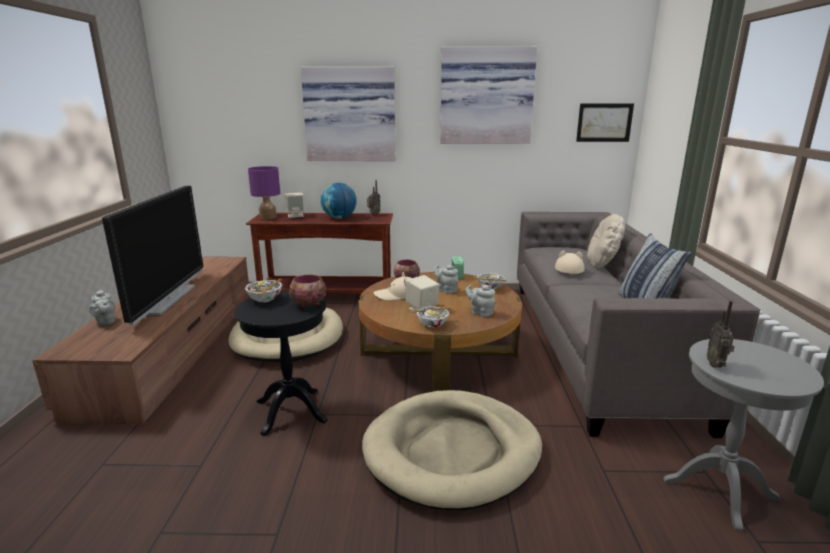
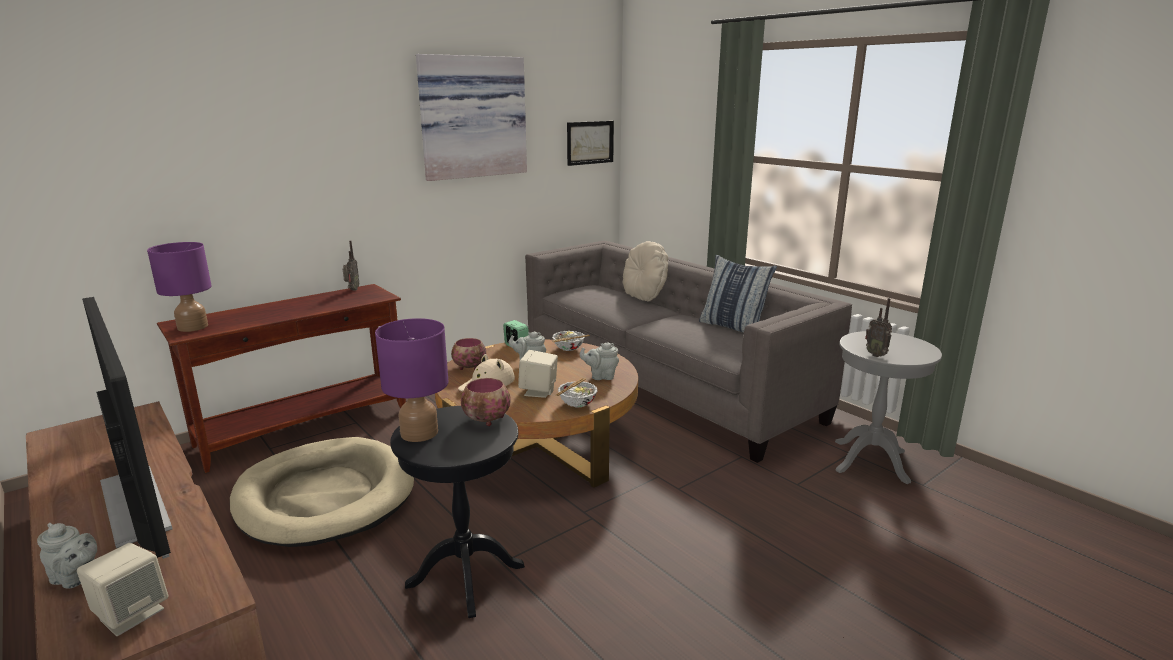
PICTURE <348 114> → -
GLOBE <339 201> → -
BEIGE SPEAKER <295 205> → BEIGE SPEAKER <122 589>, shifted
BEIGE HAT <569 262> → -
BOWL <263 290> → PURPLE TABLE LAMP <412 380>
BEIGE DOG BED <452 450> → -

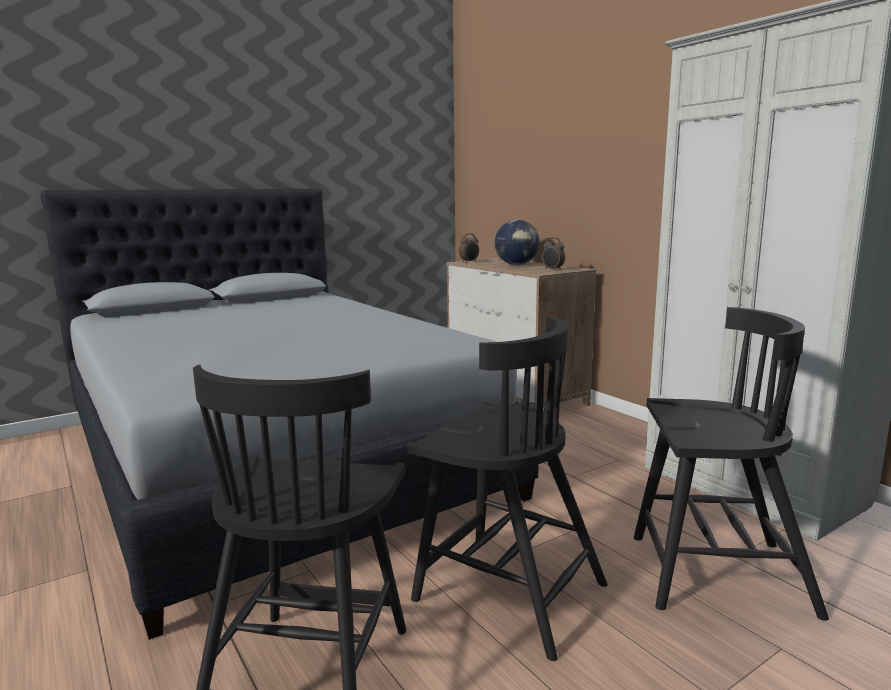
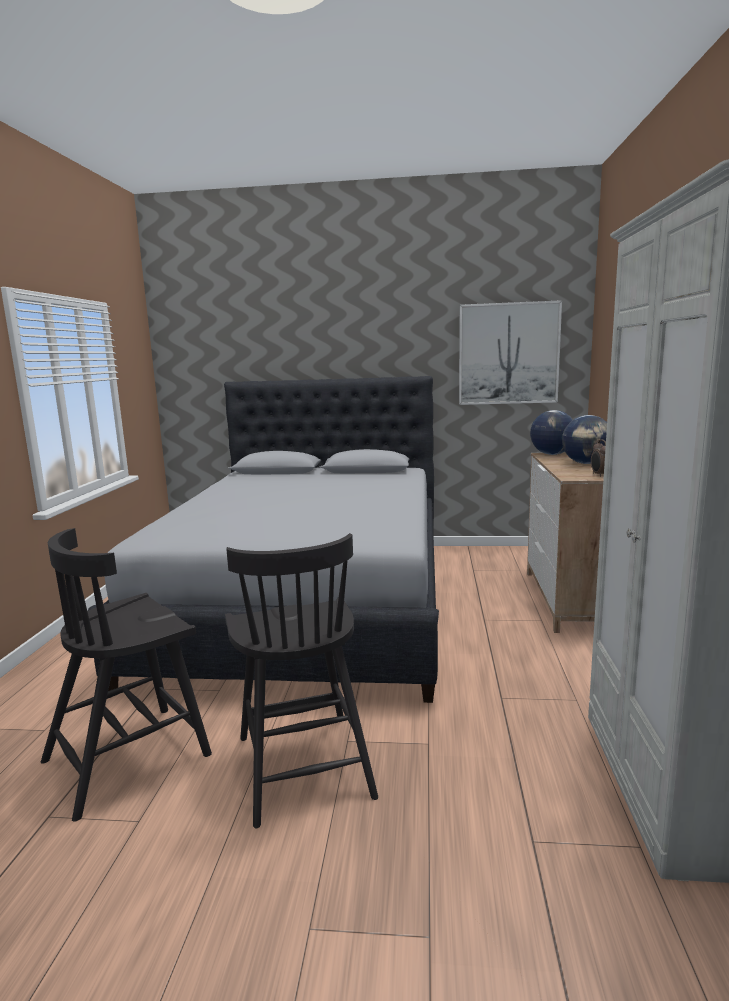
ALARM CLOCK <469 248> → GLOBE <551 432>
BLACK CHAIR <731 464> → -
- → PICTURE <510 352>

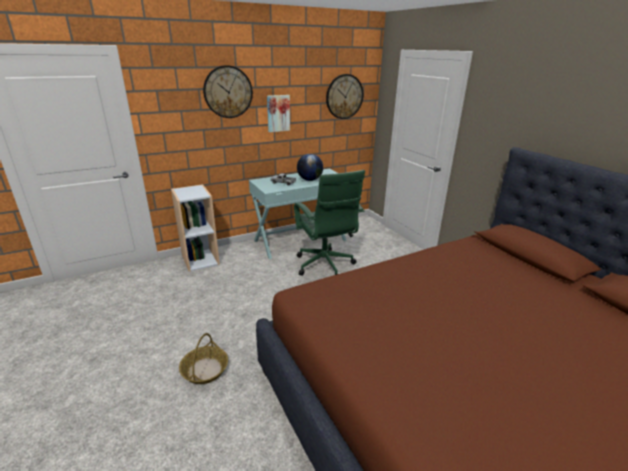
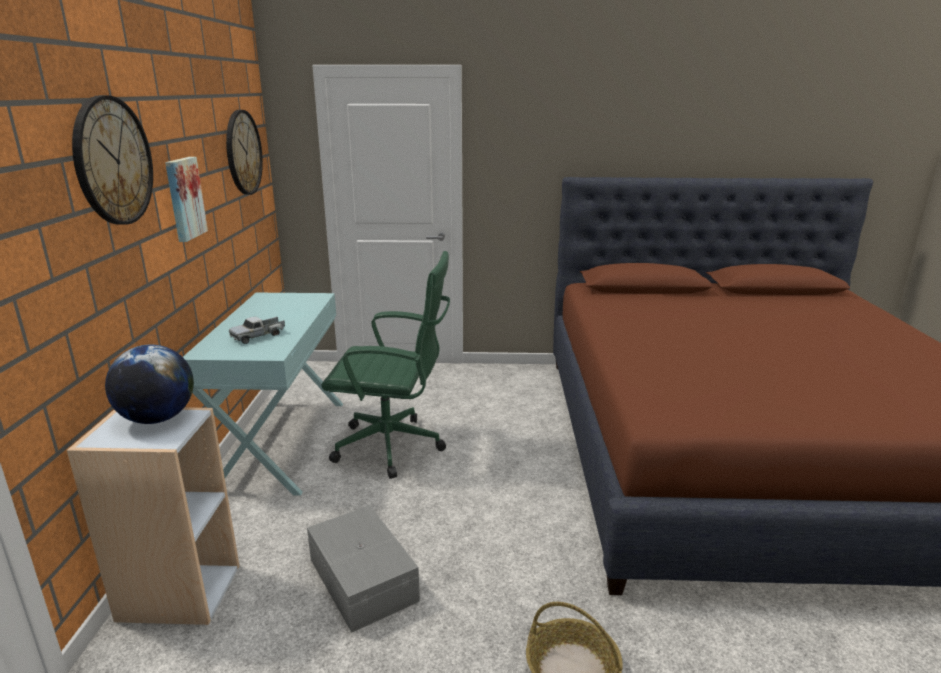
GLOBE <310 167> → GLOBE <149 384>, shifted
- → GREY STORAGE BOX <363 569>

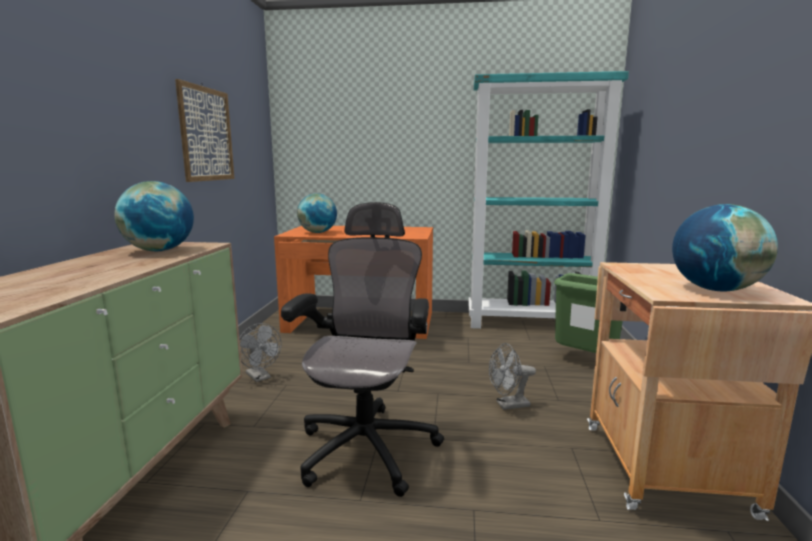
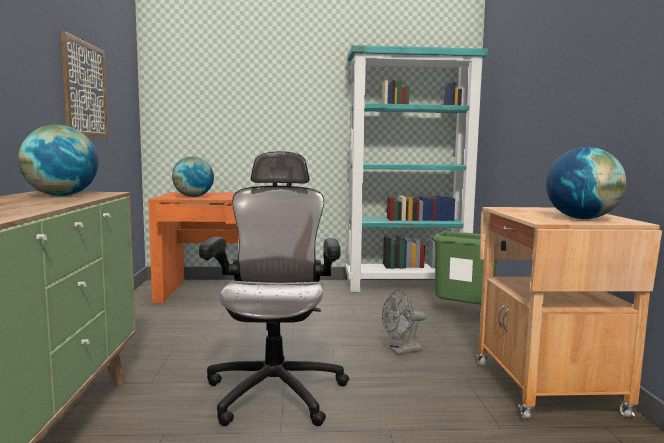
GREY FAN <260 352> → -

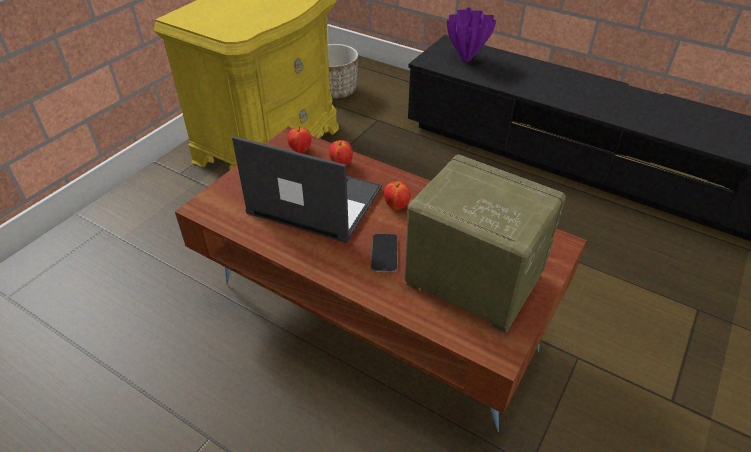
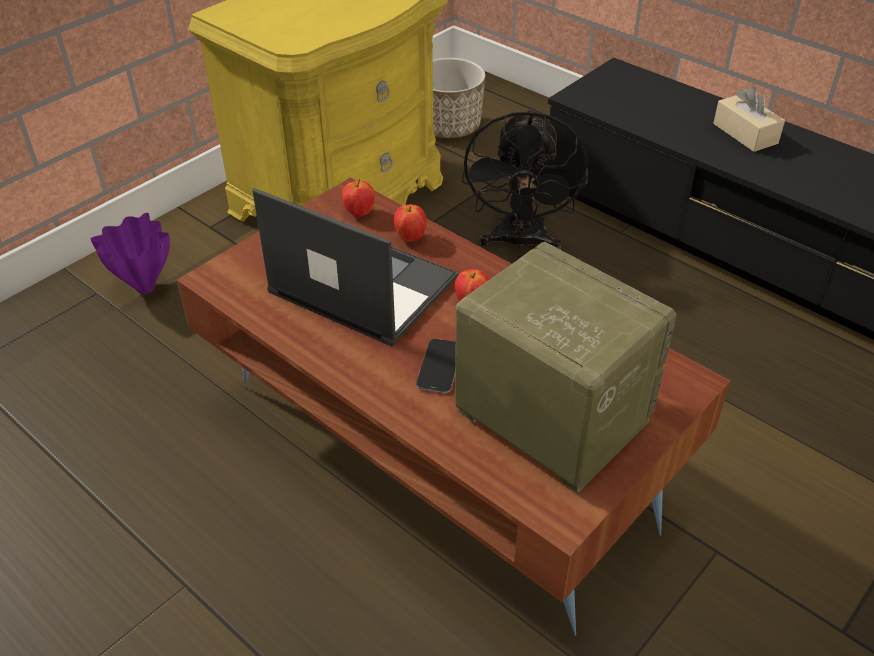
PURPLE VASE <471 34> → PURPLE VASE <130 253>, shifted
- → BEIGE TISSUE BOX <749 119>
- → BLACK FAN <525 180>

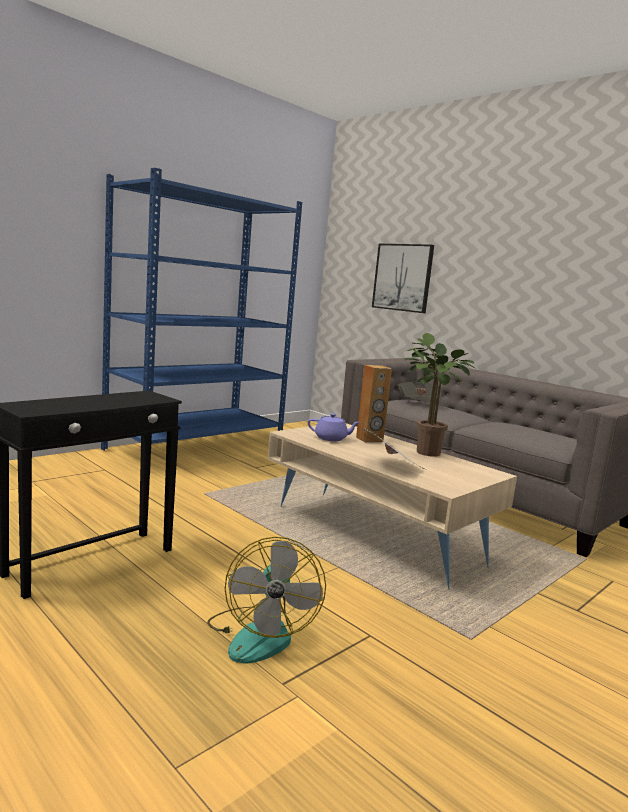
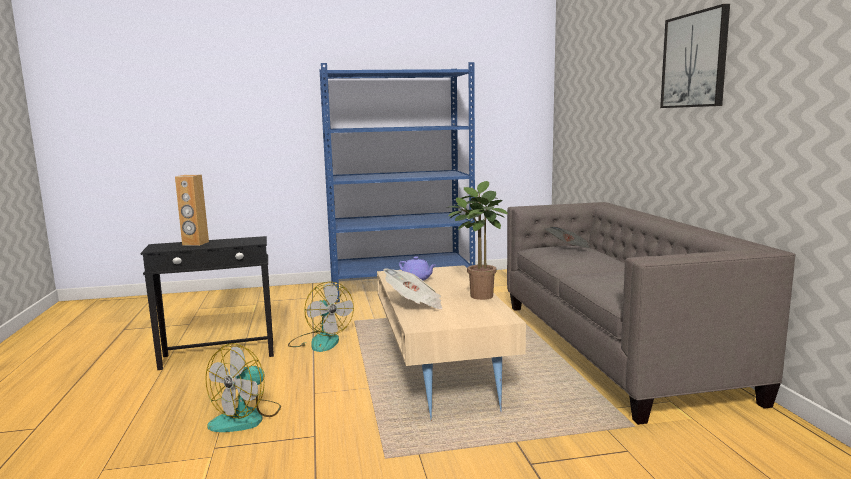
PICTURE <403 278> → PICTURE <695 56>, shifted
BROWN SPEAKER <374 404> → BROWN SPEAKER <192 210>, shifted
- → FAN <321 316>

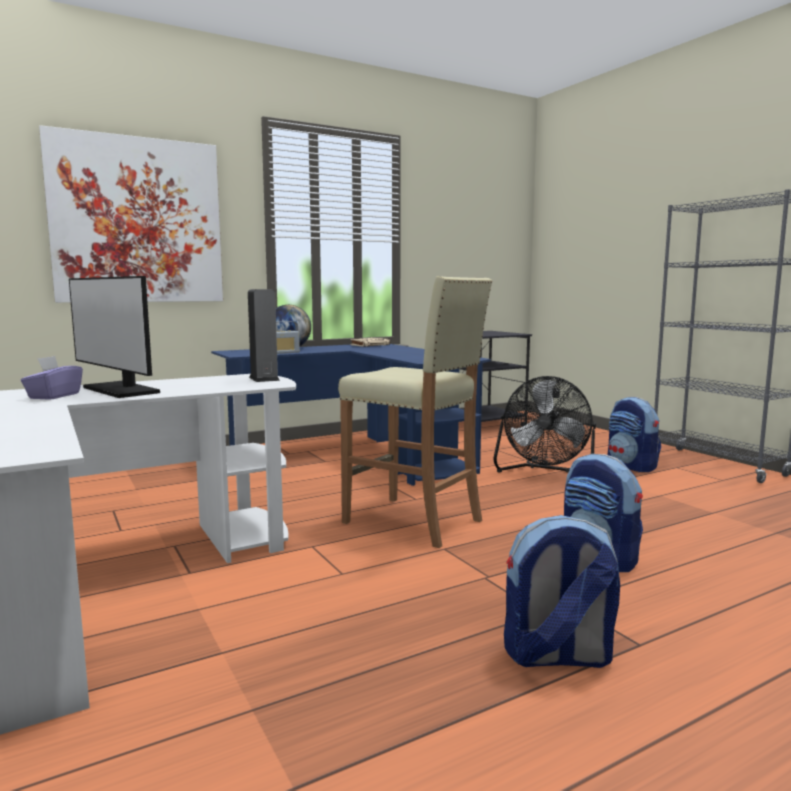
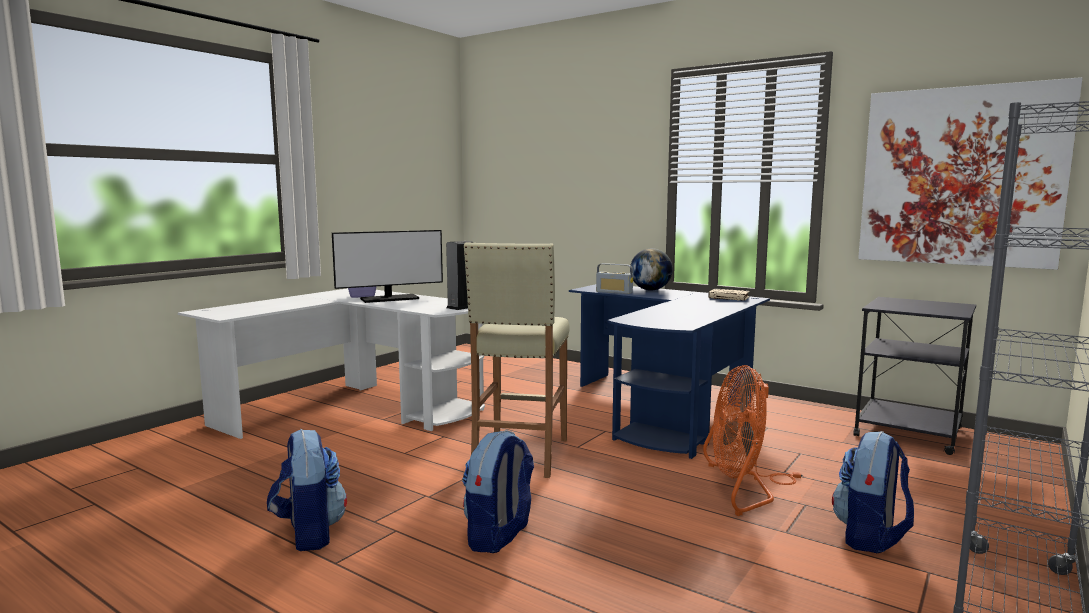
PICTURE <131 214> → PICTURE <970 173>, shifted
MONITOR <114 337> → MONITOR <387 266>, 135 degrees counterclockwise
BLACK FAN <545 424> → ORANGE FAN <752 440>

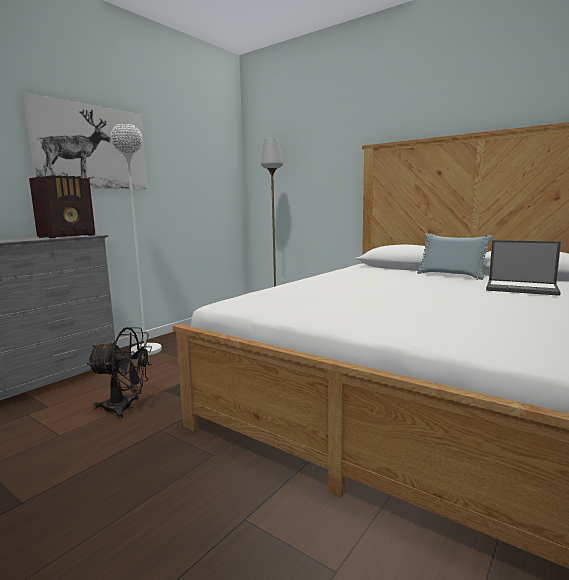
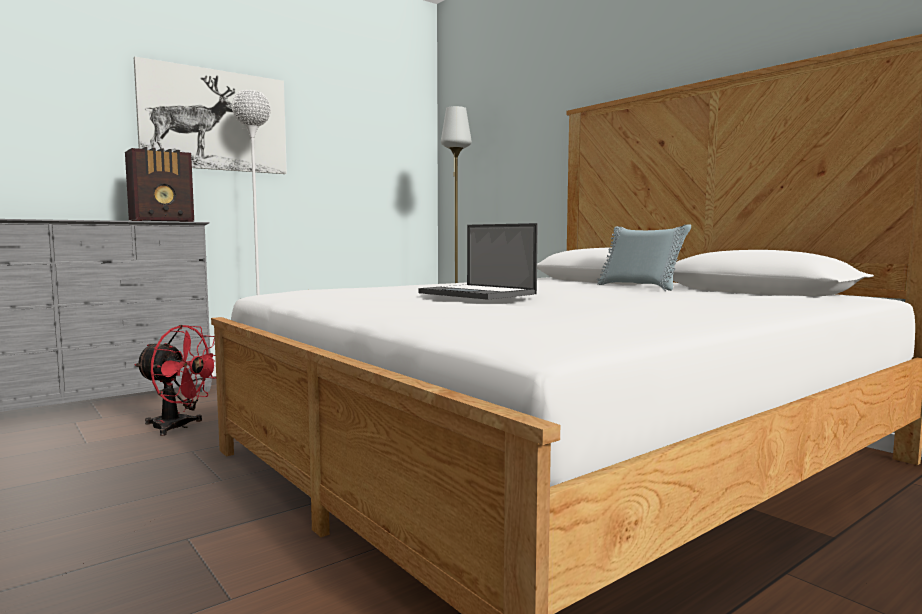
LAPTOP <523 268> → LAPTOP <478 261>, shifted
BLACK FAN <119 373> → RED FAN <175 380>

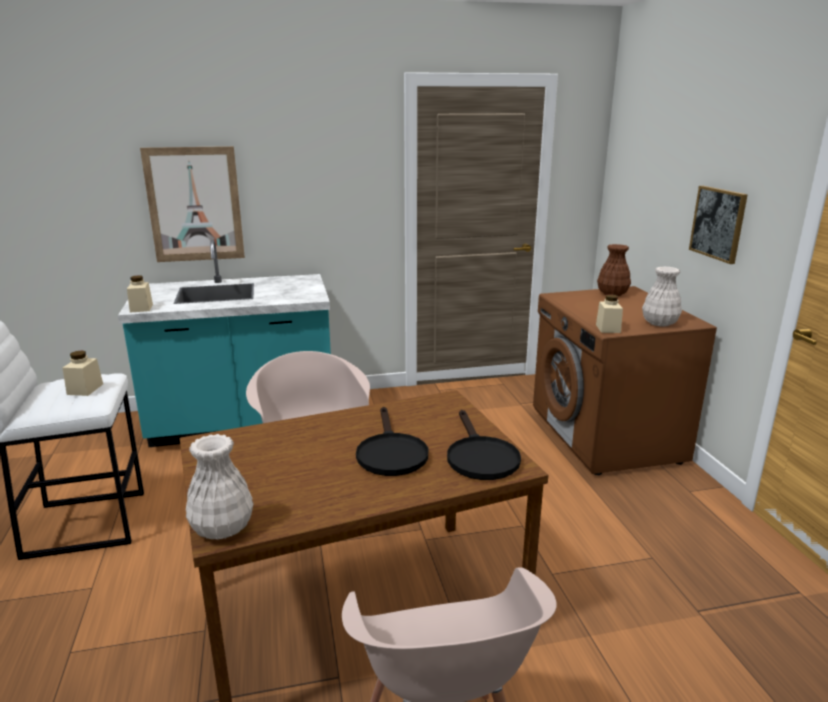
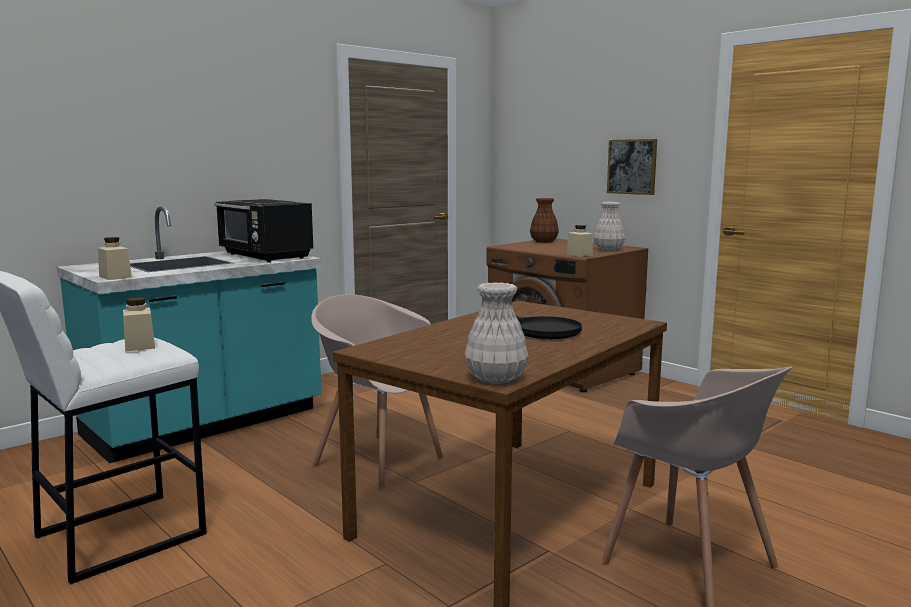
PICTURE <192 204> → -
BLACK FRYING PAN <484 445> → -
- → BLACK MICROWAVE <264 230>

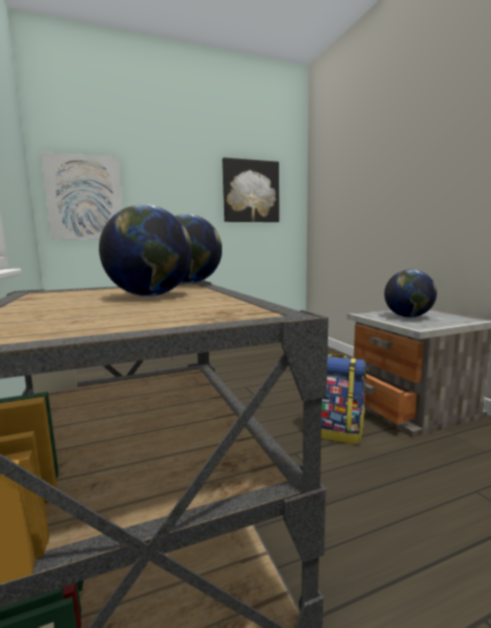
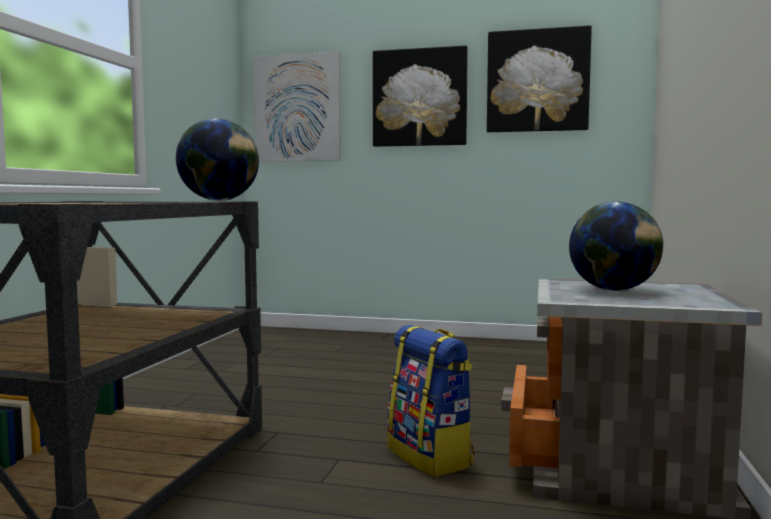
GLOBE <145 250> → -
- → PICTURE <420 96>

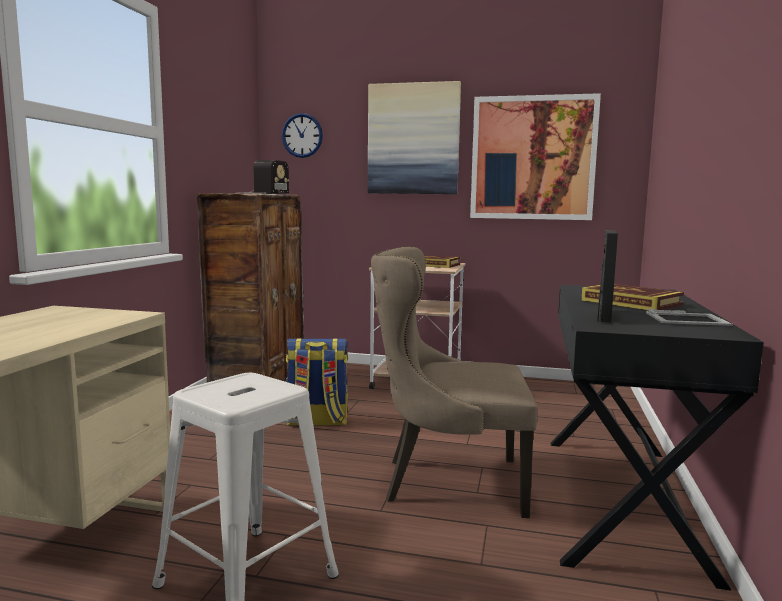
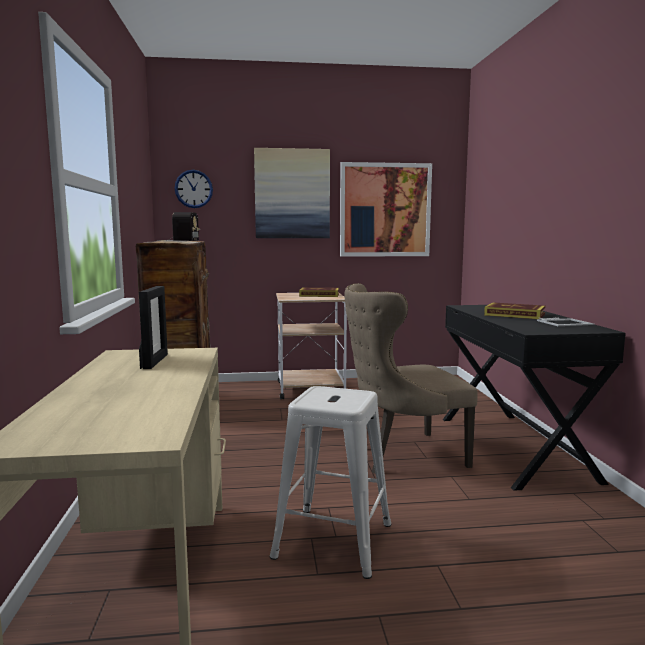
PICTURE FRAME <607 276> → PICTURE FRAME <153 327>, shifted
BACKPACK <316 381> → -

